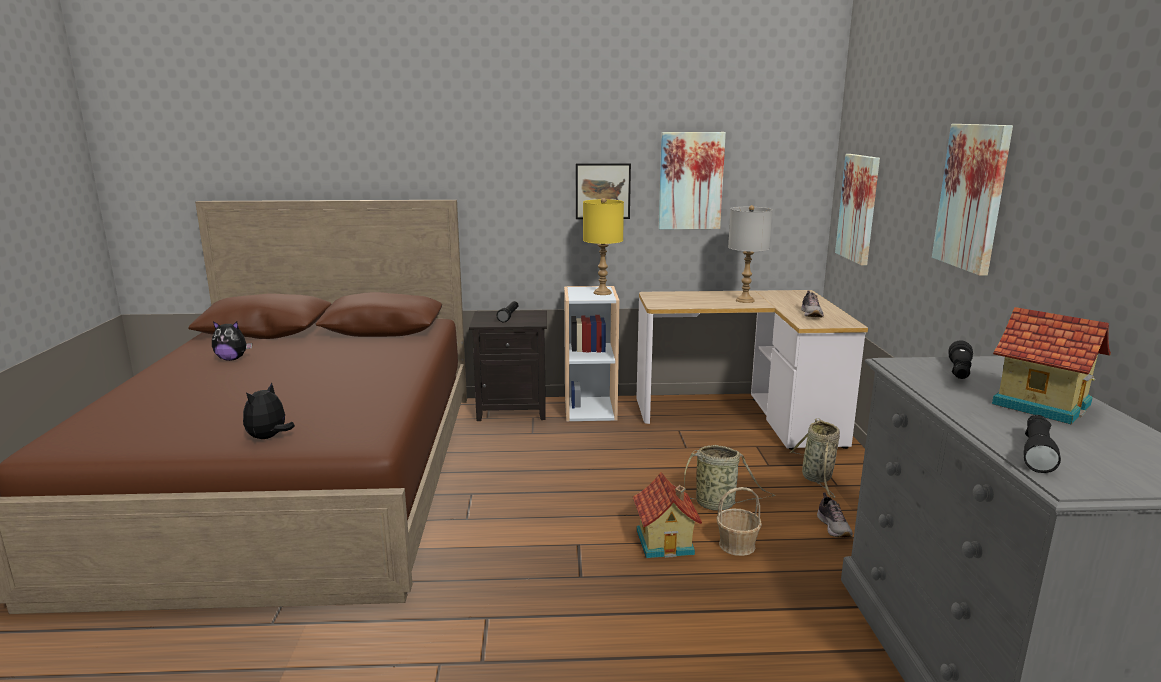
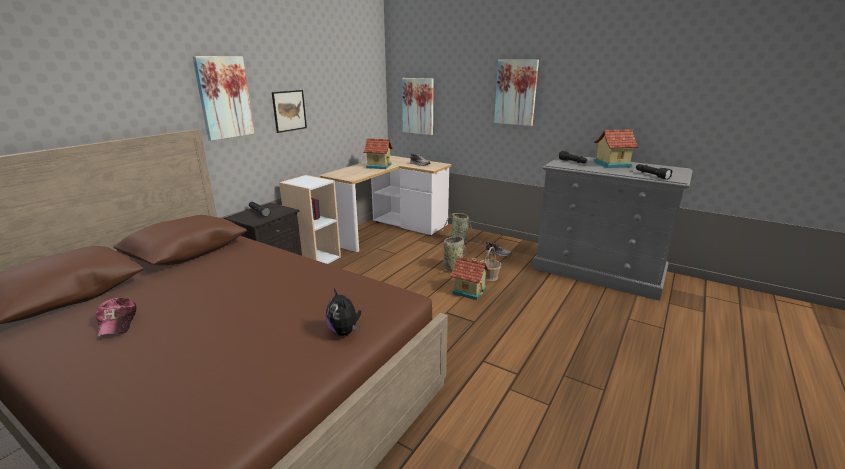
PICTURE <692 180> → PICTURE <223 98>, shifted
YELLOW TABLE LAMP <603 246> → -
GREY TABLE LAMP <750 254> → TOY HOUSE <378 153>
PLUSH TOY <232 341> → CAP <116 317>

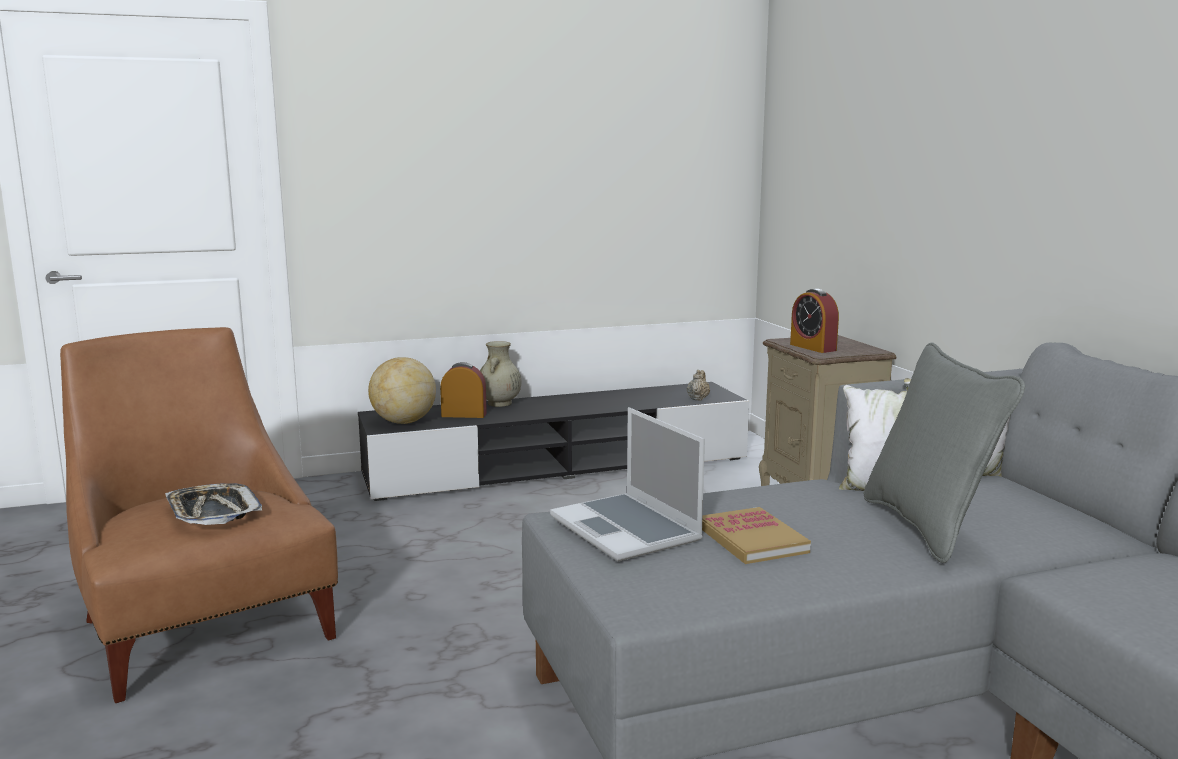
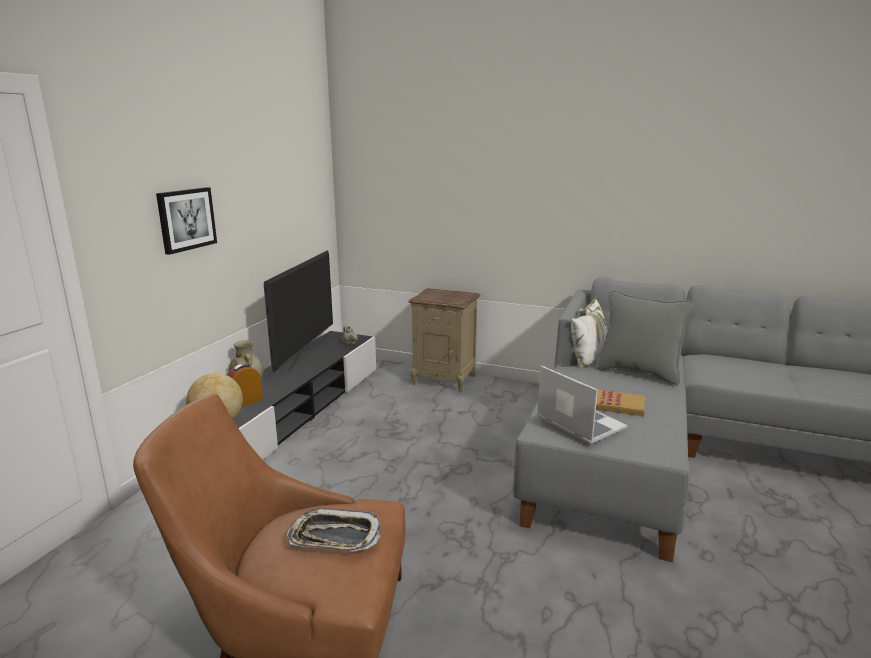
ALARM CLOCK <814 321> → -
LAPTOP <627 484> → LAPTOP <582 404>, 135 degrees counterclockwise
- → PICTURE <186 221>
- → TELEVISION <298 311>

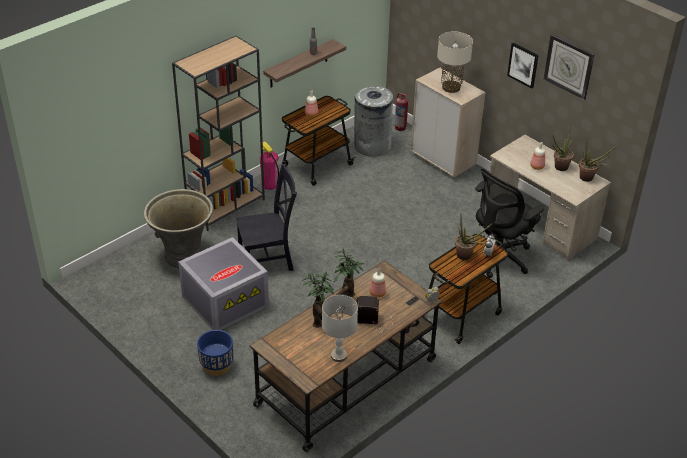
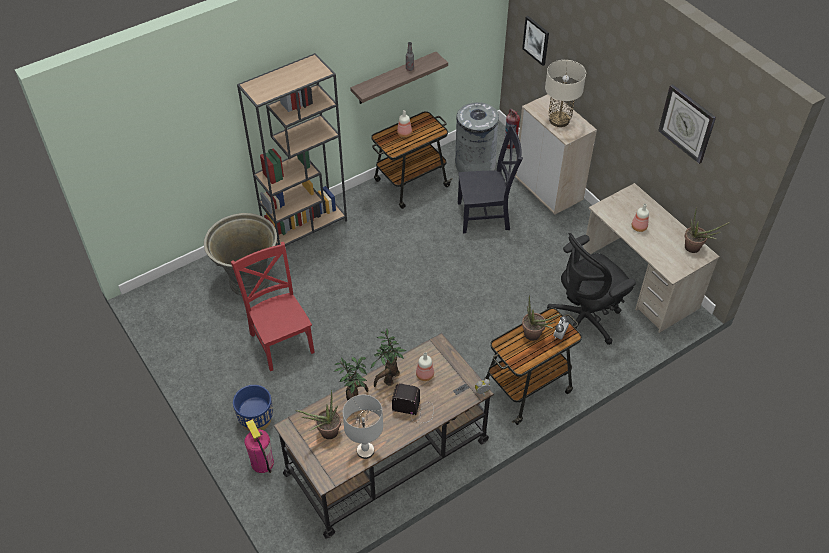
PICTURE <523 66> → PICTURE <535 41>, shifted
POTTED PLANT <563 148> → POTTED PLANT <318 414>, shifted
FIRE EXTINGUISHER <269 165> → FIRE EXTINGUISHER <259 446>, shifted
BLACK CHAIR <266 217> → BLACK CHAIR <490 178>, shifted
GREY STORAGE BOX <223 283> → RED CHAIR <273 306>

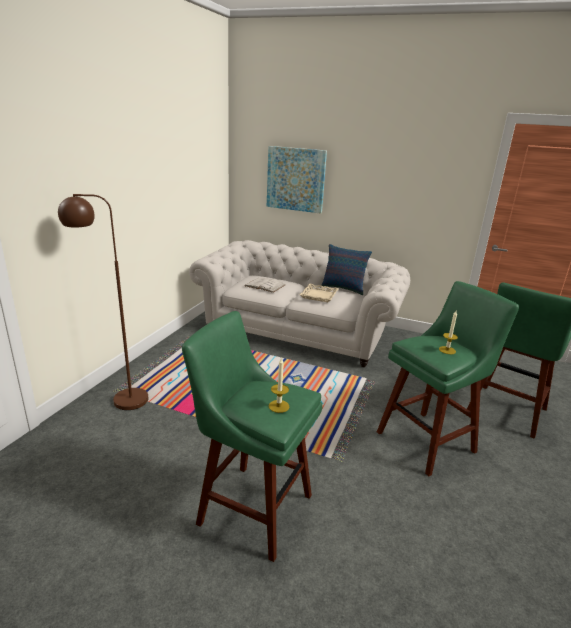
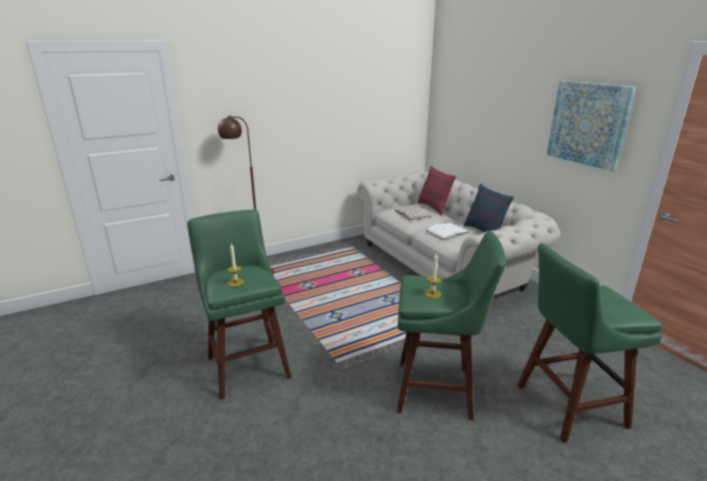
PICTURE <297 180> → PICTURE <591 126>, shifted
BEIGE TRAY <319 293> → WHITE BOOK <448 231>
- → RED PILLOW <436 190>

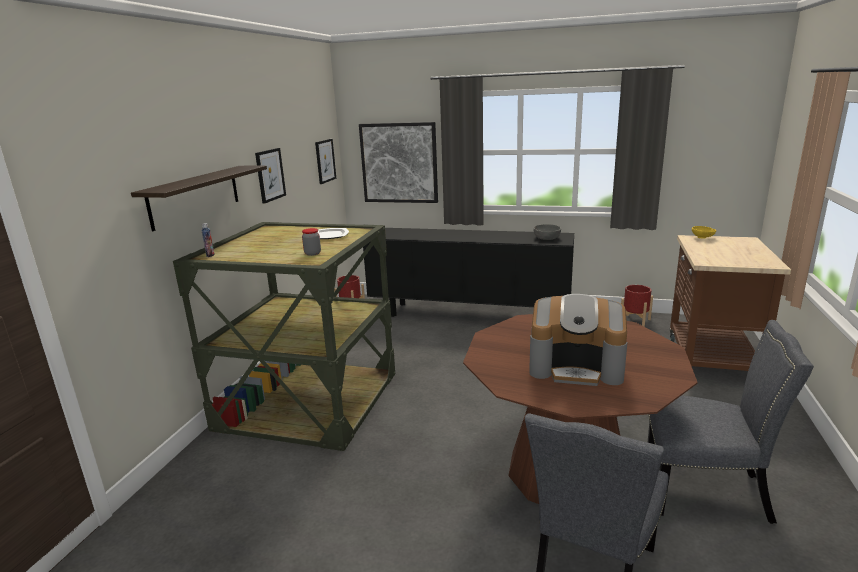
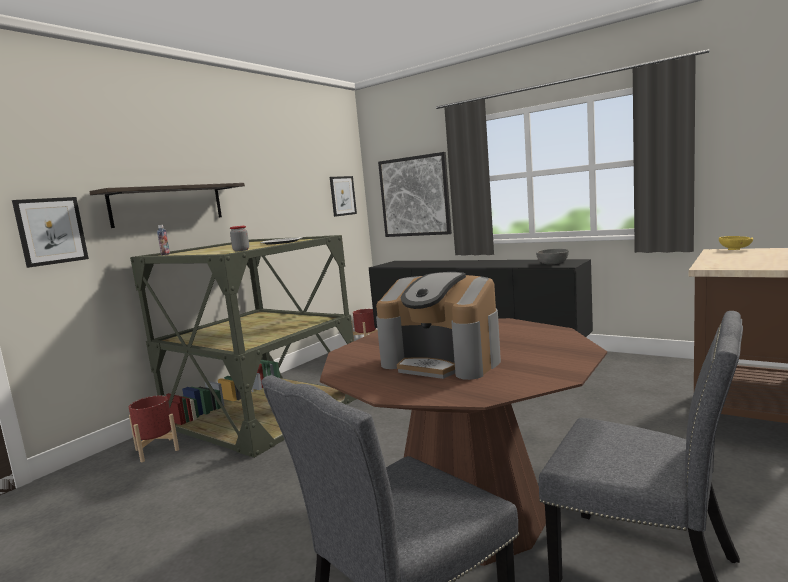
PICTURE <270 176> → PICTURE <50 232>, shifted
RED PLANTER <637 306> → RED PLANTER <154 428>, shifted

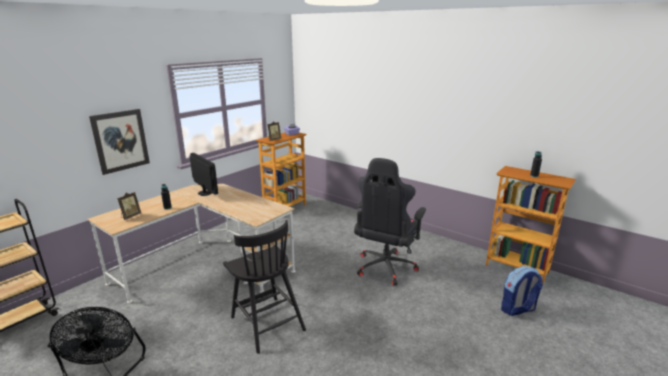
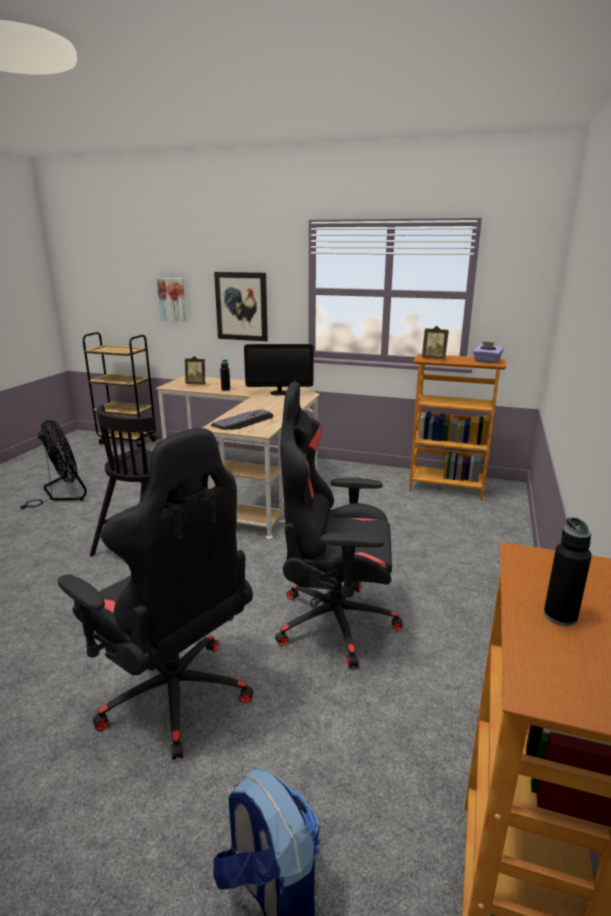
MONITOR <204 174> → MONITOR <279 369>, 60 degrees clockwise
- → PICTURE <171 300>
- → KEYBOARD <242 419>
- → BLACK OFFICE CHAIR <155 594>

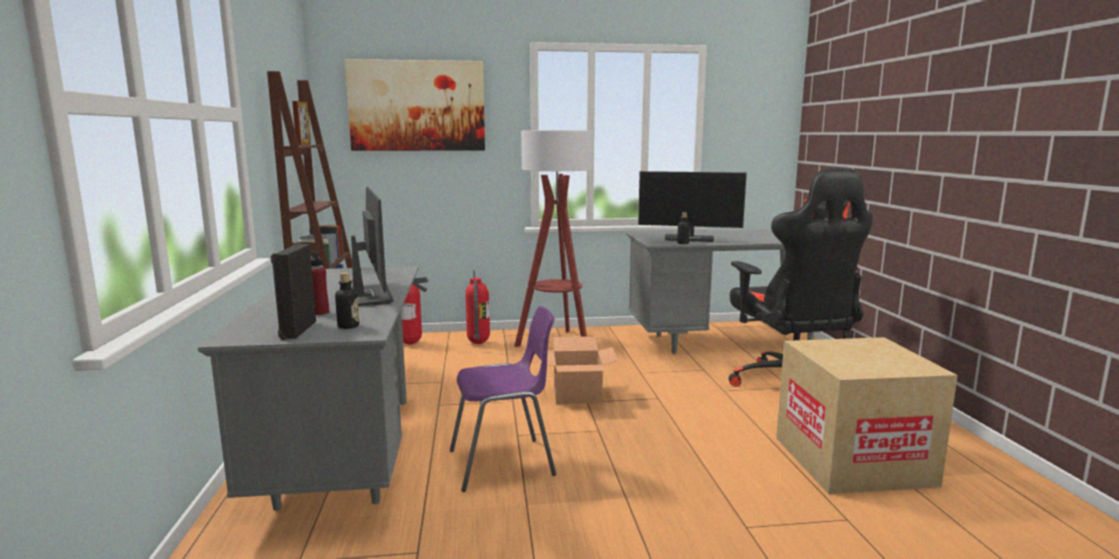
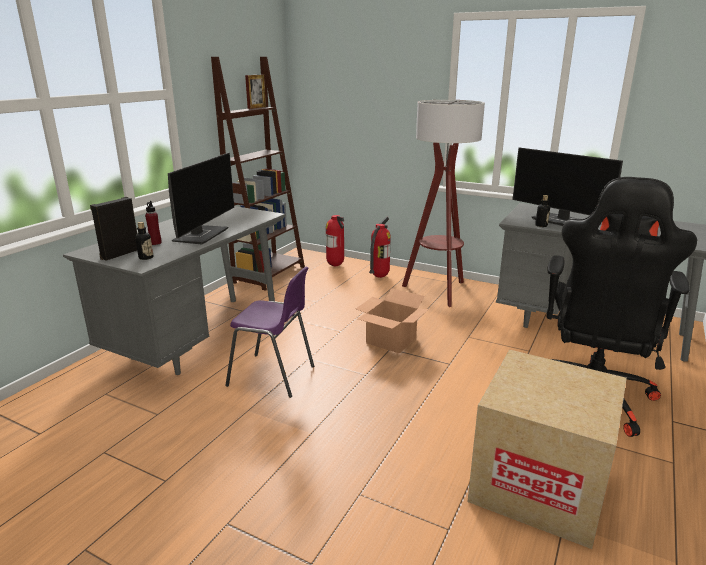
PICTURE <415 105> → -

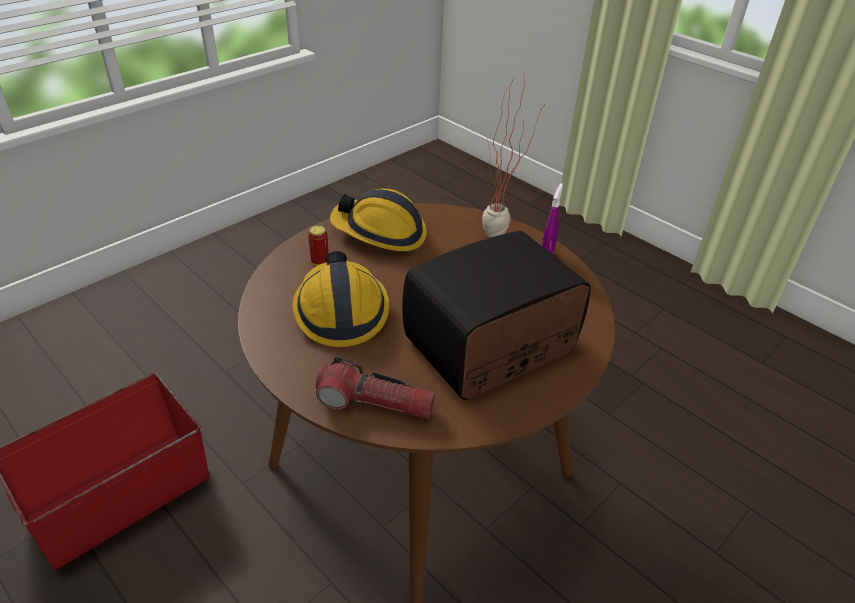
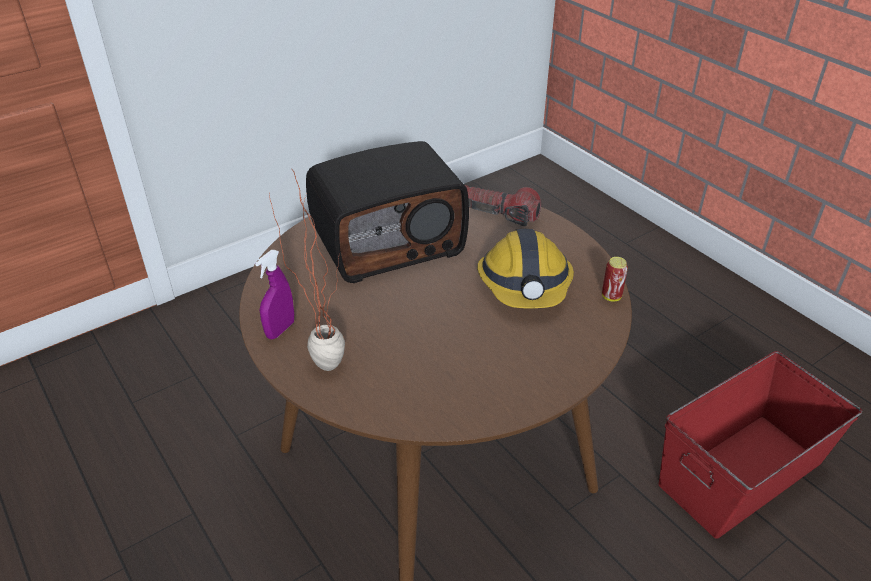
HARD HAT <378 219> → -
CAN <318 246> → CAN <615 279>, shifted

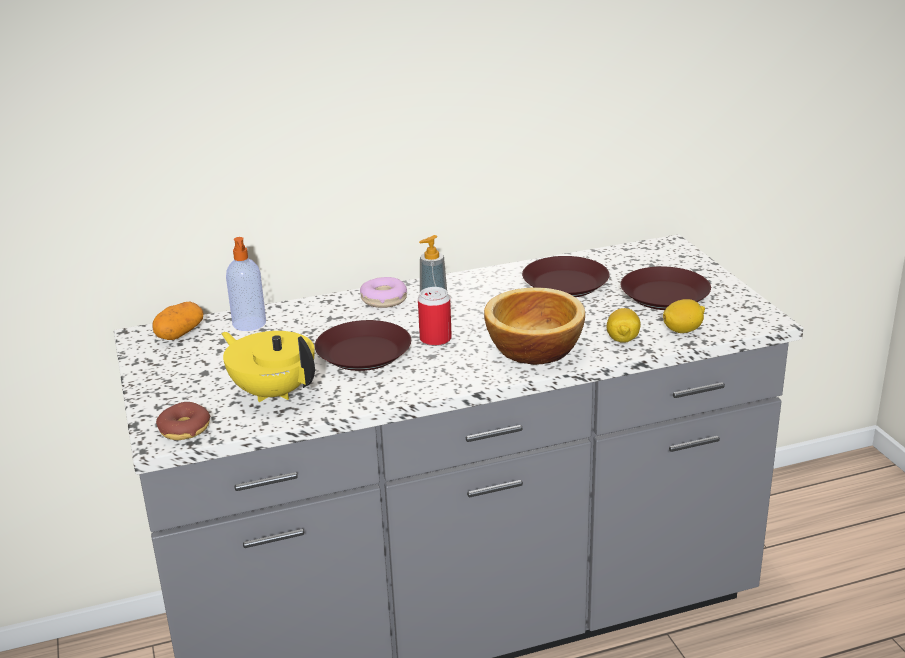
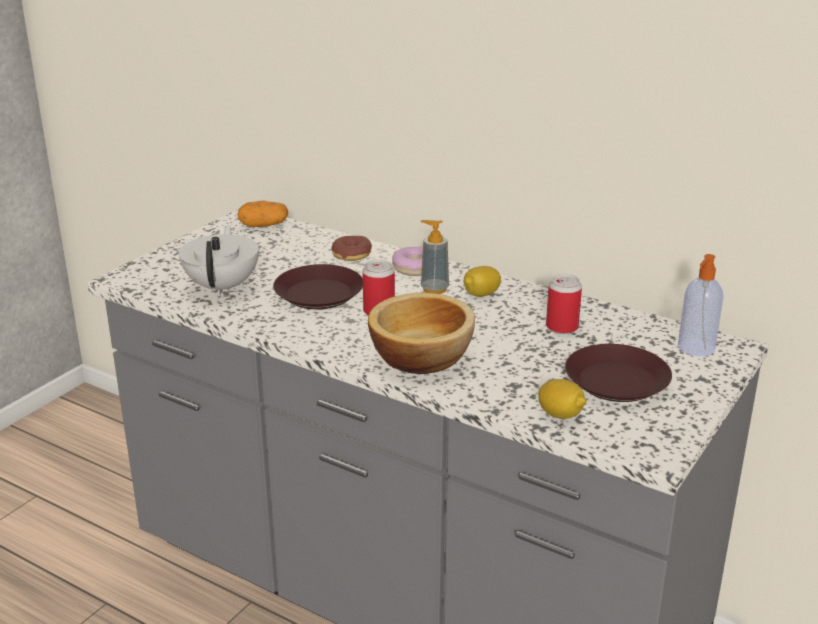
SOAP DISPENSER <246 284> → SOAP DISPENSER <701 305>, shifted
BROWN PLATE <566 276> → CAN <564 304>
LEMON <623 325> → LEMON <482 281>, shifted
YELLOW TEAPOT <268 366> → WHITE TEAPOT <219 261>
DONUT <183 421> → DONUT <351 248>, shifted

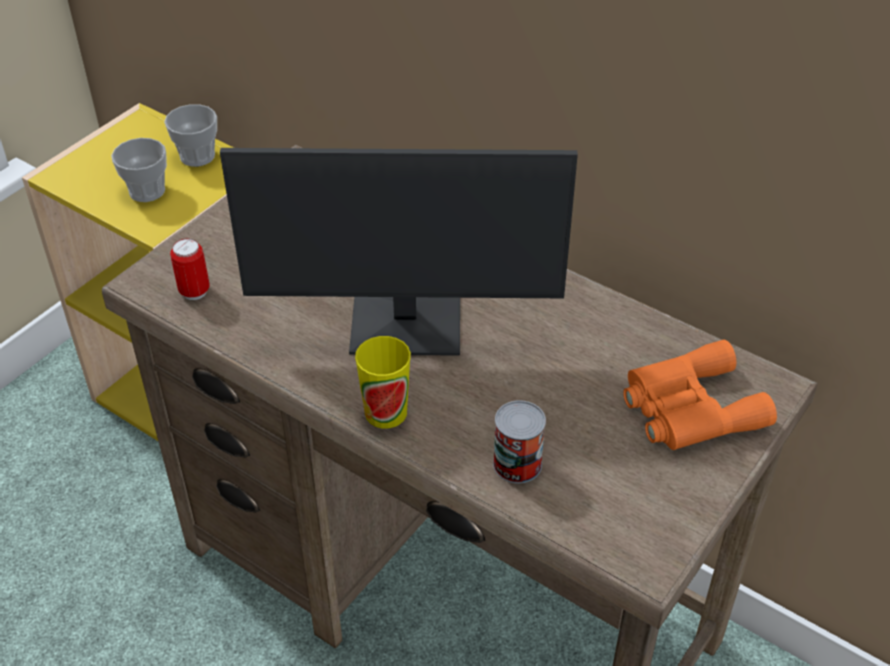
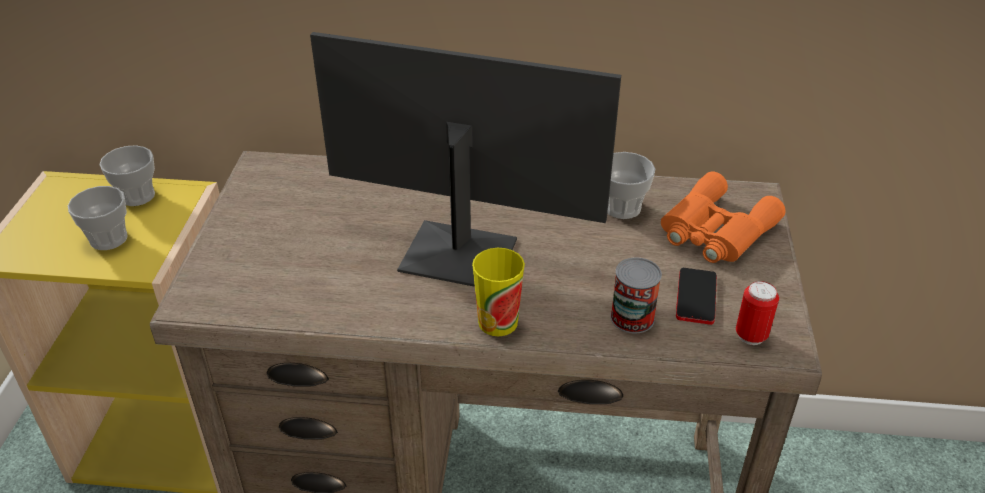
MONITOR <399 252> → MONITOR <465 159>, 135 degrees counterclockwise
CAN <190 269> → CAN <757 313>, shifted
- → CUP <631 185>
- → PHONE <696 296>

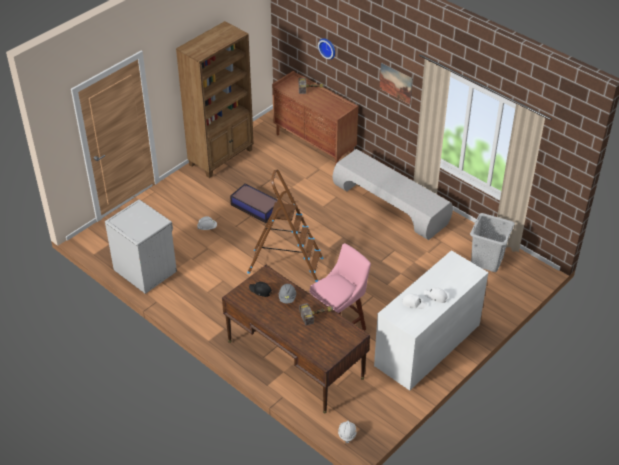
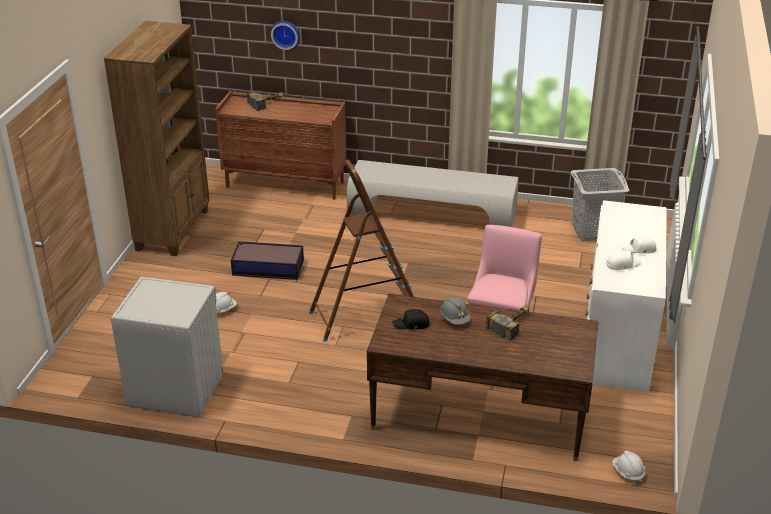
PICTURE <396 83> → -

